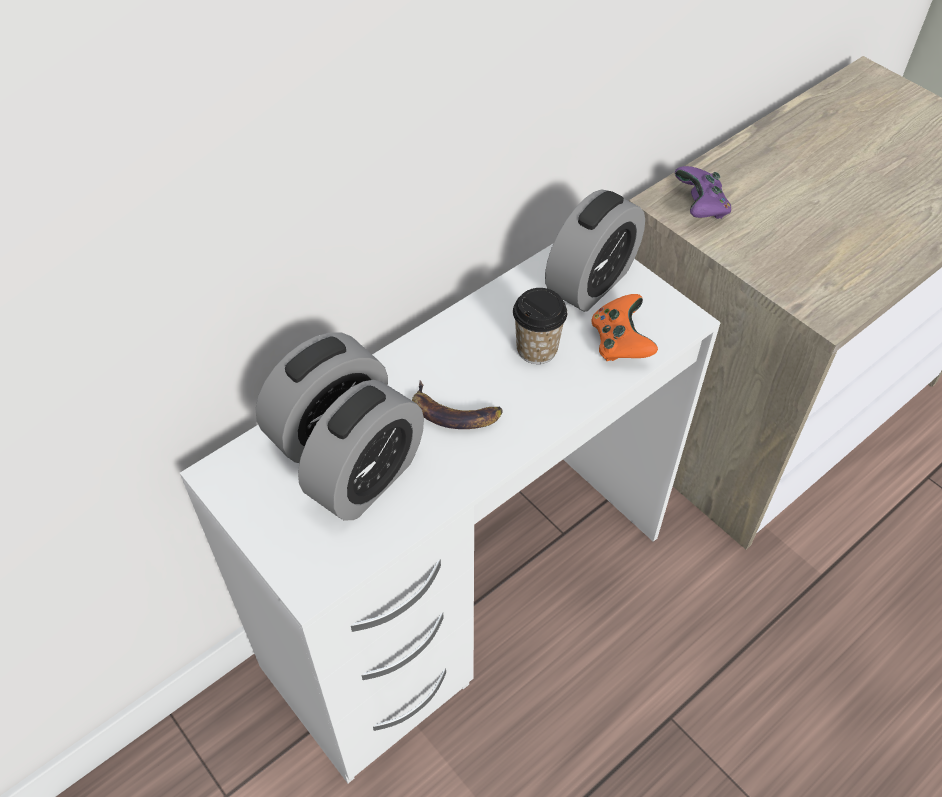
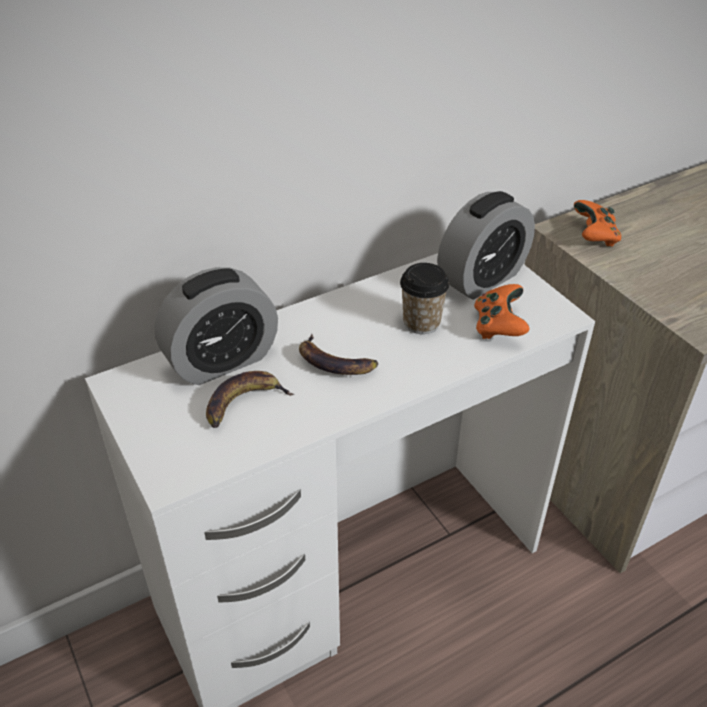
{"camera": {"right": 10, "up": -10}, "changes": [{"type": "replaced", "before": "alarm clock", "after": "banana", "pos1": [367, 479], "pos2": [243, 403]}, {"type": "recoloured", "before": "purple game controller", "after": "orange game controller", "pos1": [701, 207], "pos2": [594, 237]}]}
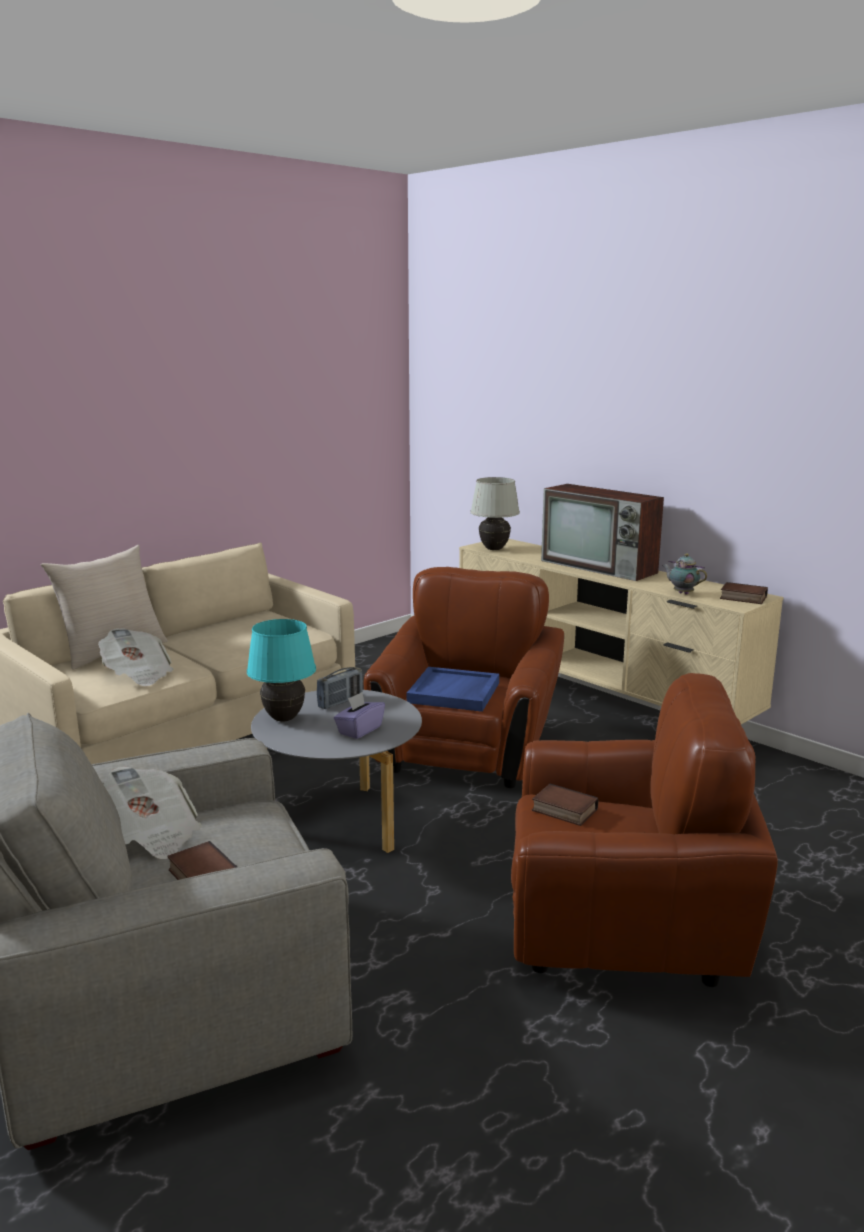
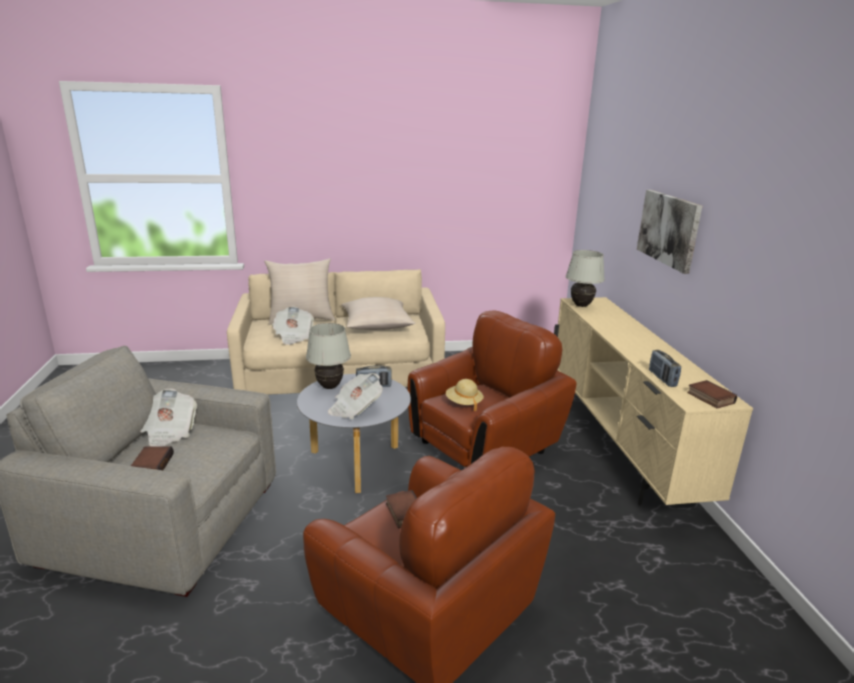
{"camera": {"right": 35, "up": 5}, "changes": [{"type": "removed", "before": "television", "pos1": [600, 567]}, {"type": "added", "after": "beige pillow", "pos2": [377, 325]}, {"type": "added", "after": "picture", "pos2": [669, 229]}, {"type": "replaced", "before": "purple tissue box", "after": "newspaper", "pos1": [359, 730], "pos2": [355, 409]}, {"type": "replaced", "before": "blue tray", "after": "beige hat", "pos1": [454, 693], "pos2": [464, 403]}, {"type": "replaced", "before": "teapot", "after": "radio", "pos1": [682, 593], "pos2": [662, 378]}, {"type": "recoloured", "before": "turquoise table lamp", "after": "white table lamp", "pos1": [284, 719], "pos2": [329, 387]}]}
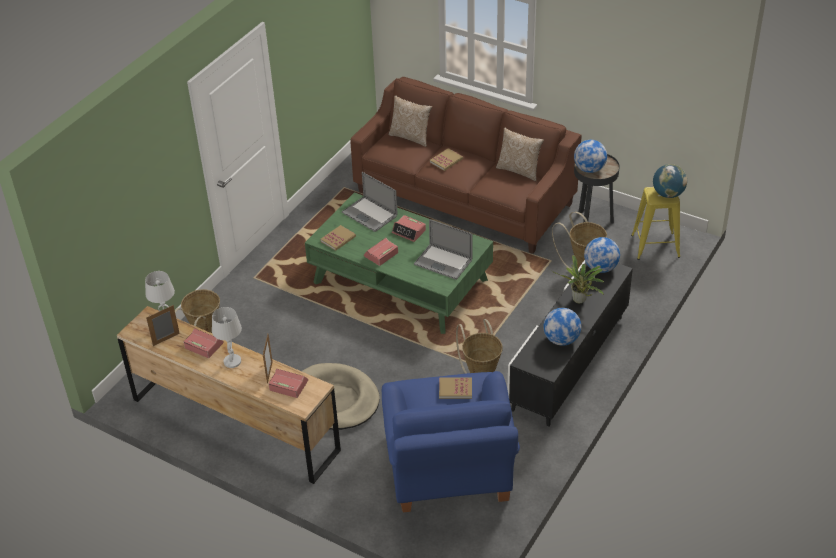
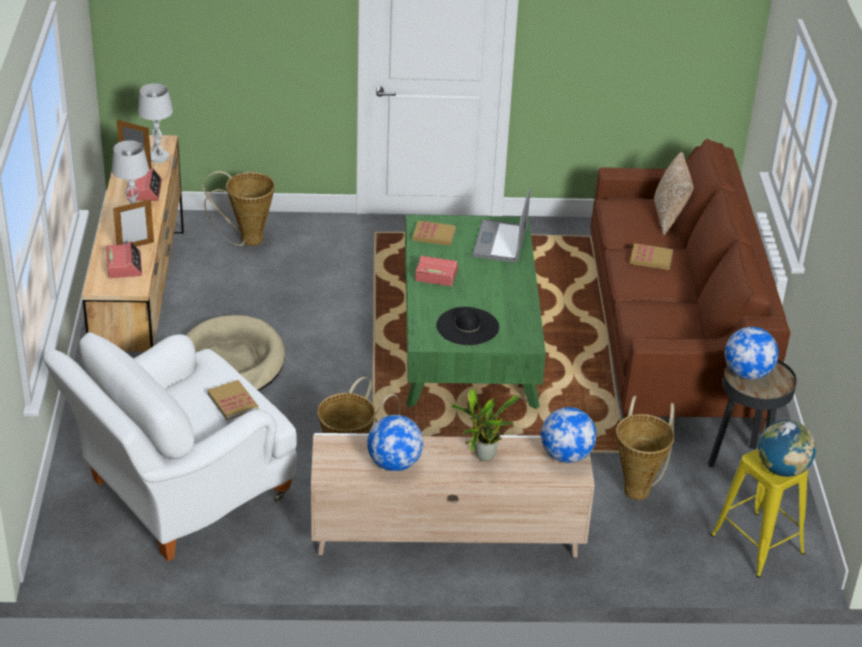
{"camera": {"right": 55, "up": -5}, "changes": [{"type": "removed", "before": "alarm clock", "pos1": [409, 232]}, {"type": "removed", "before": "pillow", "pos1": [519, 170]}, {"type": "replaced", "before": "laptop", "after": "black hat", "pos1": [443, 262], "pos2": [467, 326]}, {"type": "recoloured", "before": "blue armchair", "after": "white armchair", "pos1": [449, 473], "pos2": [179, 494]}, {"type": "recoloured", "before": "black tv stand", "after": "beige tv stand", "pos1": [568, 363], "pos2": [447, 534]}]}
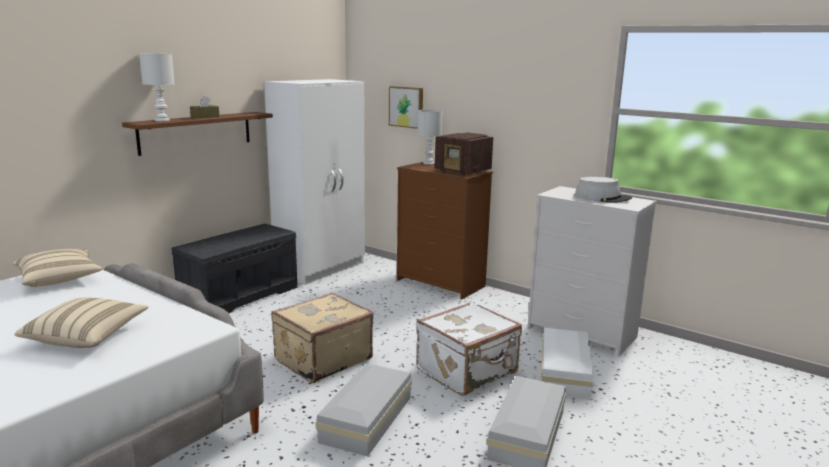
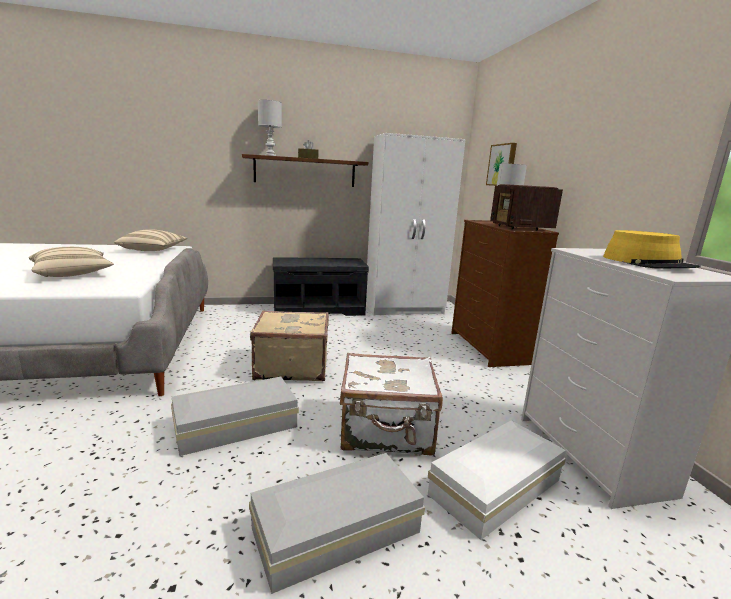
{"camera": {"right": 40, "up": 0}, "changes": [{"type": "recoloured", "before": "grey hat", "after": "yellow hat", "pos1": [602, 198], "pos2": [647, 263]}]}
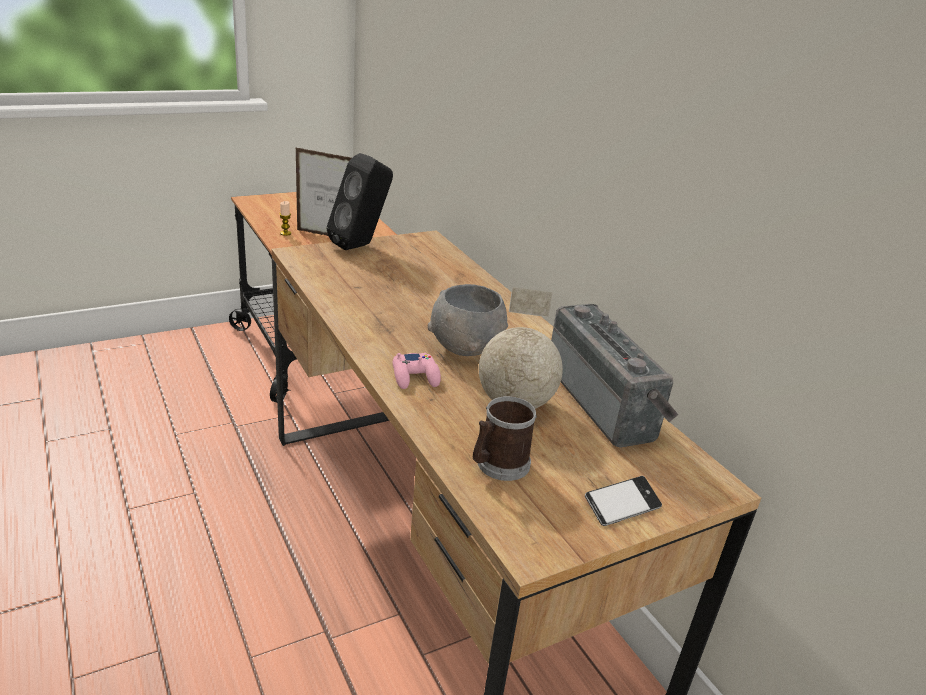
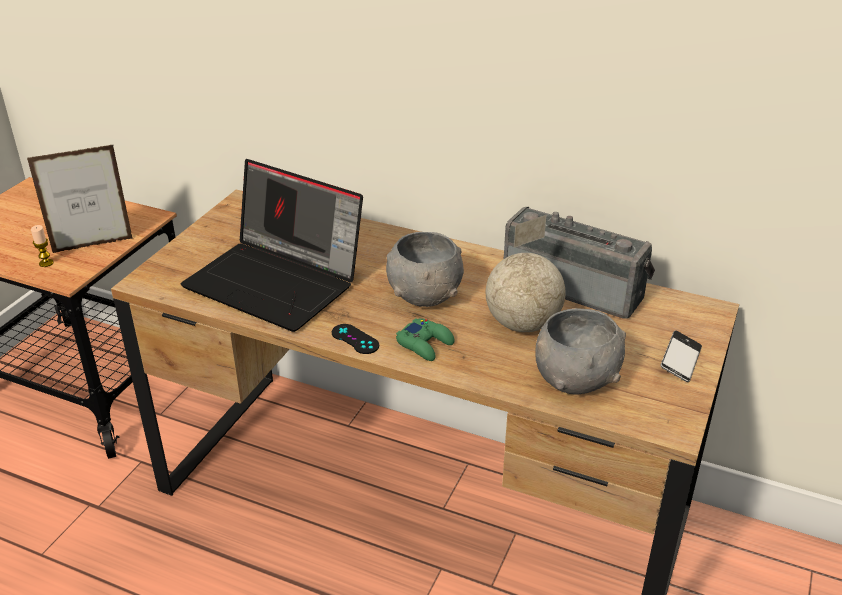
{"camera": {"right": -35, "up": 5}, "changes": [{"type": "removed", "before": "black speaker", "pos1": [361, 245]}, {"type": "added", "after": "laptop", "pos2": [277, 282]}, {"type": "added", "after": "black game controller", "pos2": [355, 339]}, {"type": "replaced", "before": "mug", "after": "grey bowl", "pos1": [498, 465], "pos2": [576, 380]}, {"type": "recoloured", "before": "pink game controller", "after": "green game controller", "pos1": [415, 376], "pos2": [425, 344]}]}
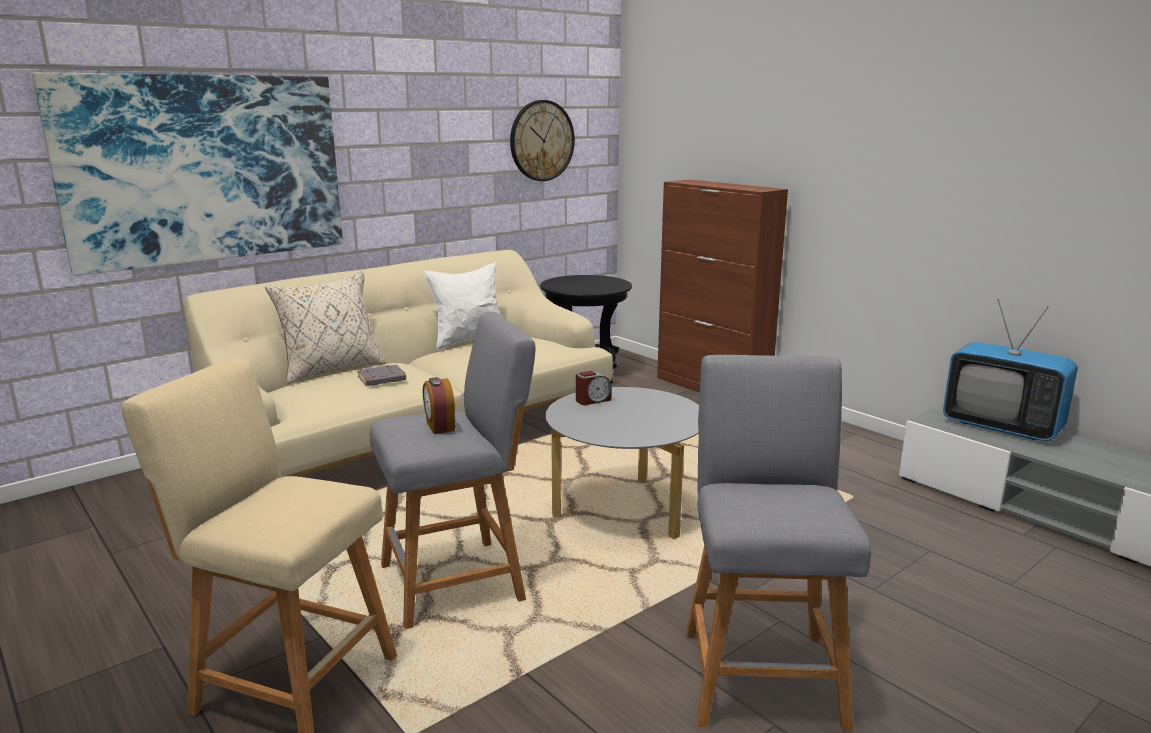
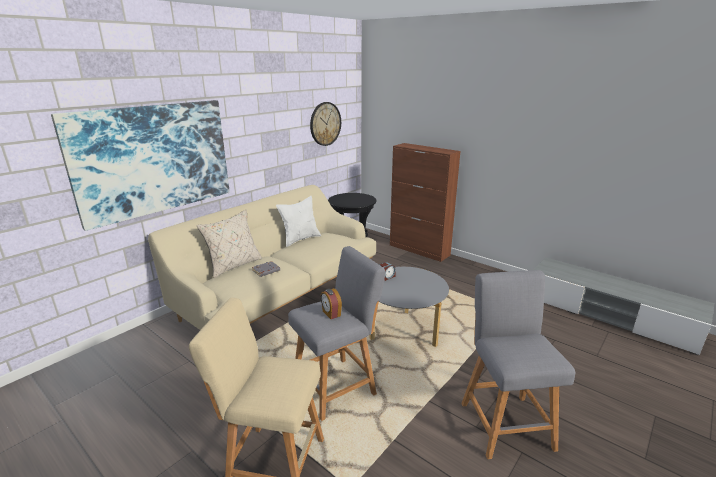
{"camera": {"right": -10, "up": 5}, "changes": [{"type": "removed", "before": "television", "pos1": [1002, 427]}]}
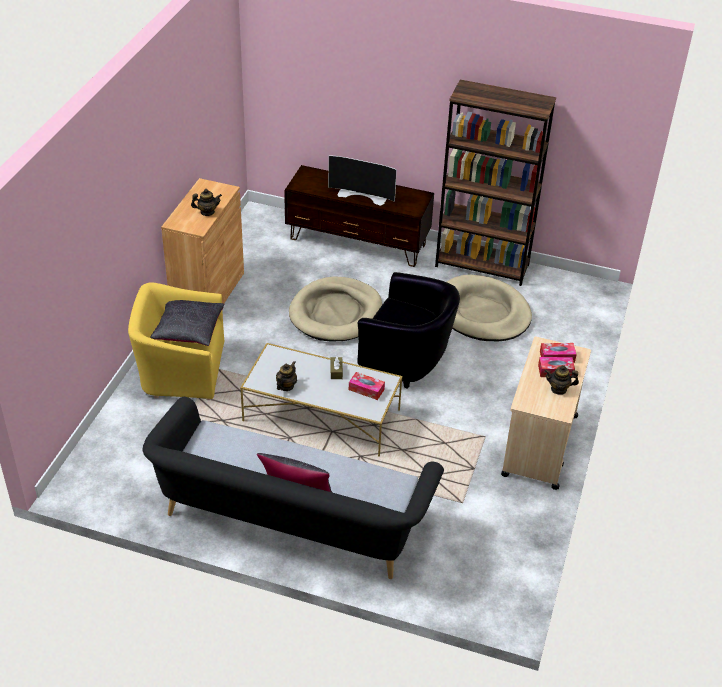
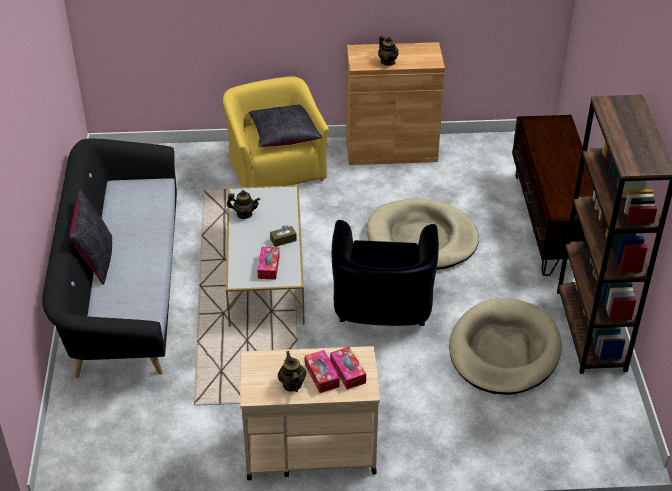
{"camera": {"right": 70, "up": 0}, "changes": [{"type": "removed", "before": "television", "pos1": [363, 195]}]}
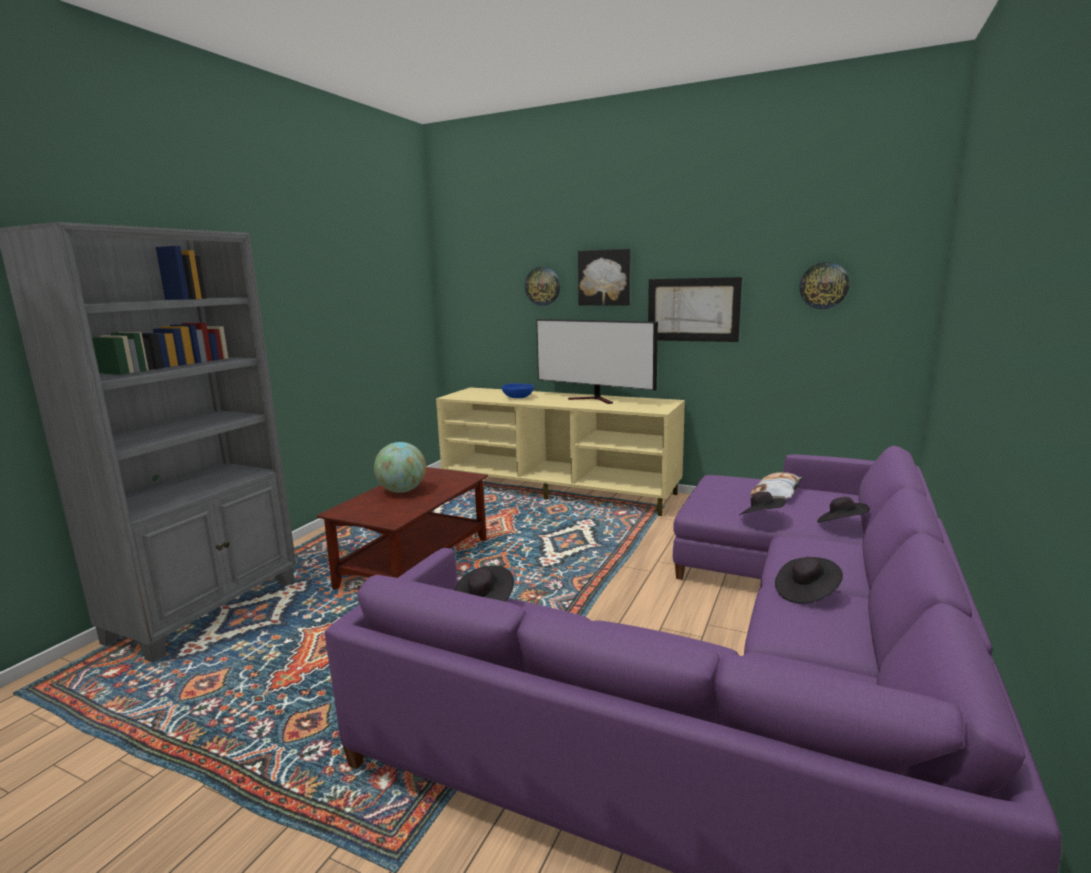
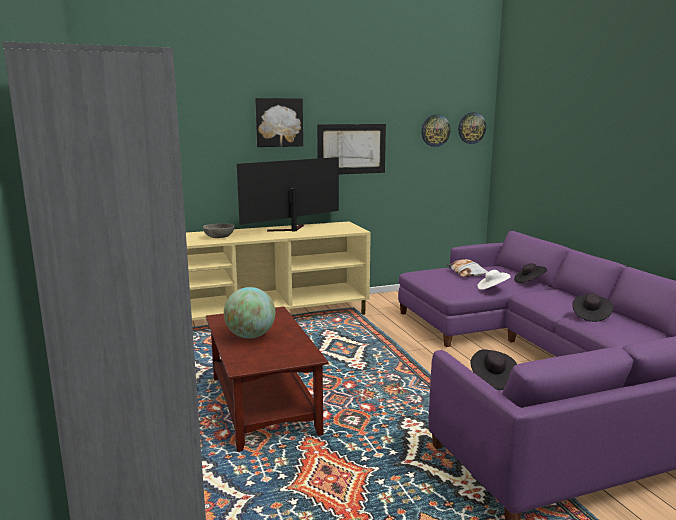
{"camera": {"right": -45, "up": 0}, "changes": [{"type": "moved", "before": "wall clock", "pos1": [542, 286], "pos2": [471, 128]}, {"type": "recoloured", "before": "blue bowl", "after": "grey bowl", "pos1": [518, 398], "pos2": [219, 237]}, {"type": "recoloured", "before": "black hat", "after": "white hat", "pos1": [761, 518], "pos2": [492, 288]}, {"type": "turned", "before": "television", "pos1": [595, 400], "pos2": [289, 230], "turn": 150}]}
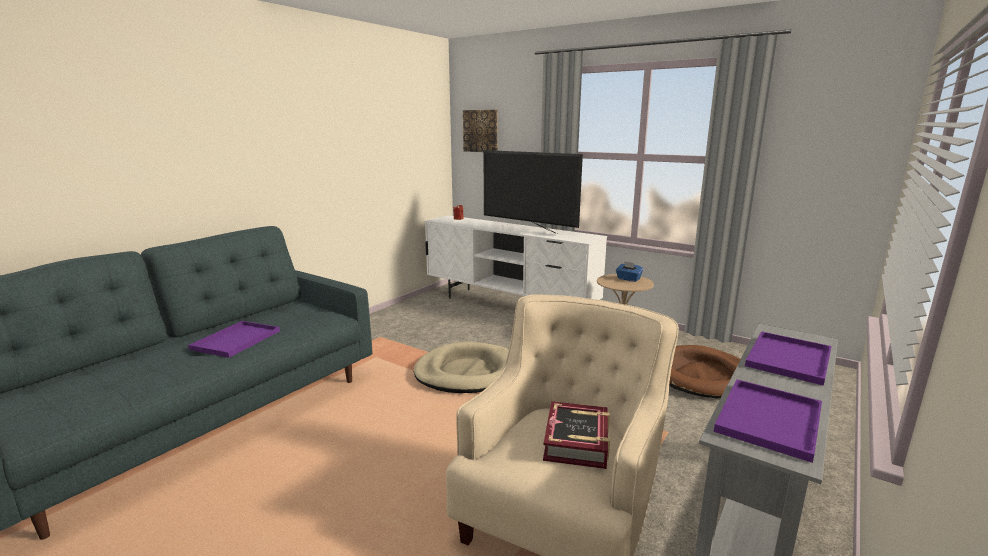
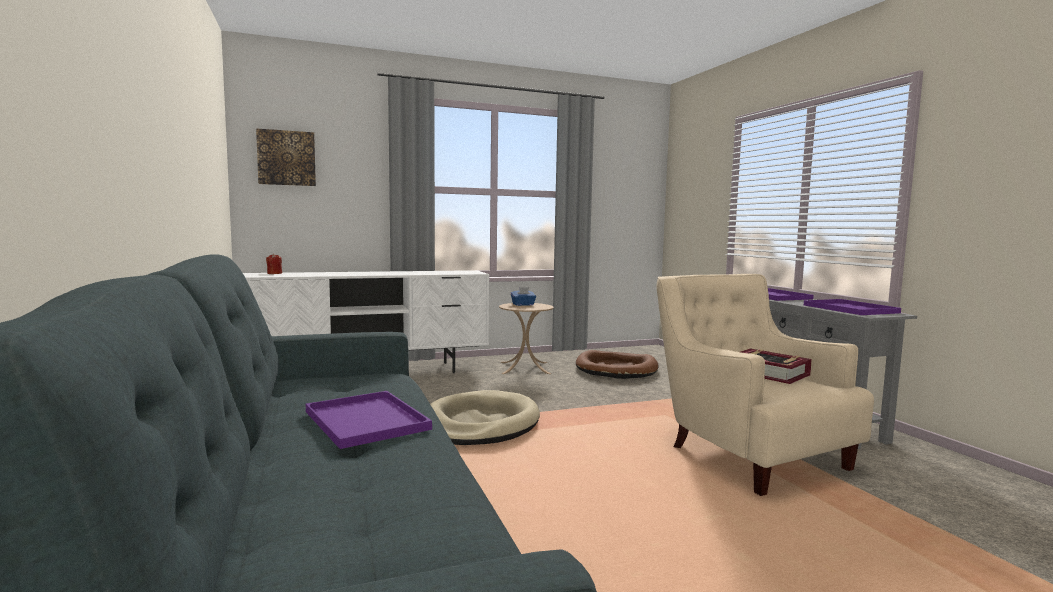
{"camera": {"right": -55, "up": -10}, "changes": [{"type": "removed", "before": "television", "pos1": [528, 229]}]}
